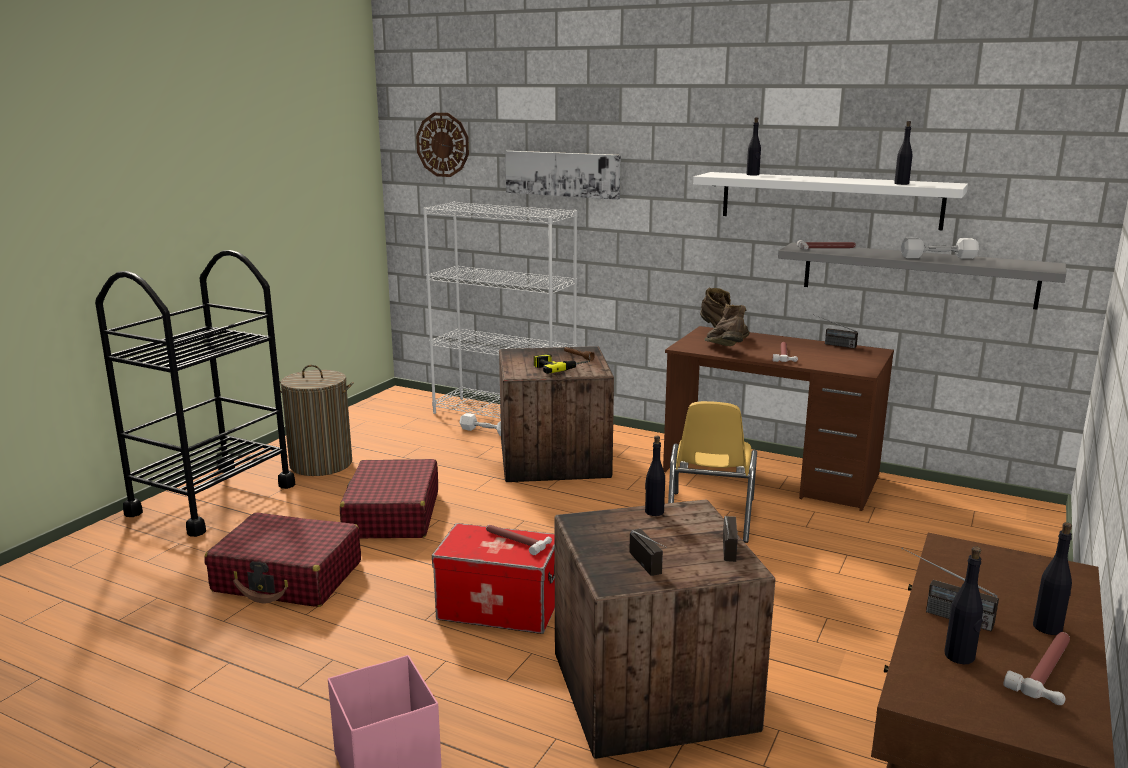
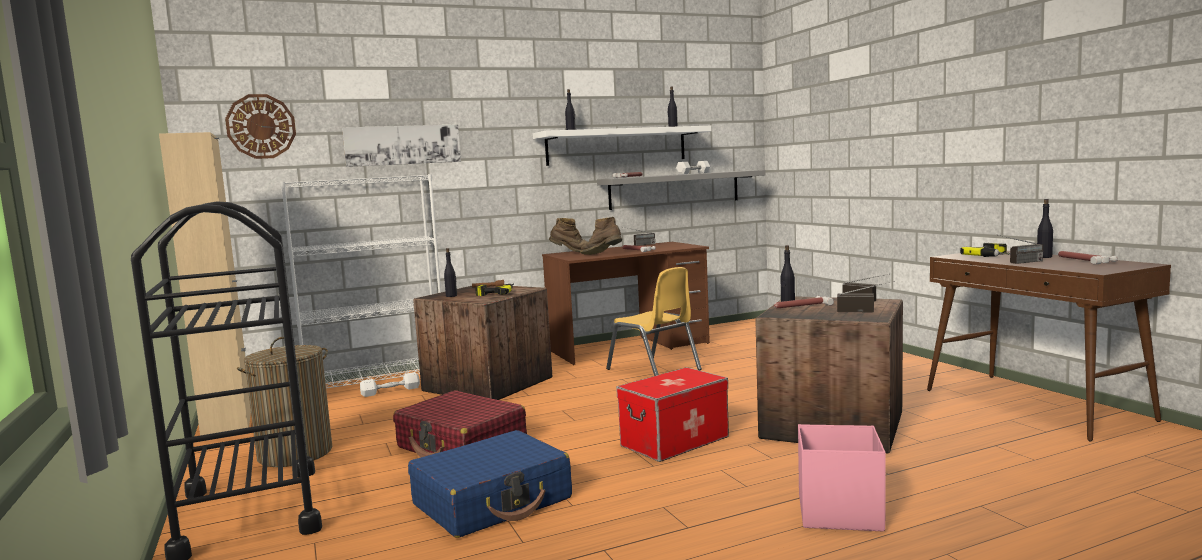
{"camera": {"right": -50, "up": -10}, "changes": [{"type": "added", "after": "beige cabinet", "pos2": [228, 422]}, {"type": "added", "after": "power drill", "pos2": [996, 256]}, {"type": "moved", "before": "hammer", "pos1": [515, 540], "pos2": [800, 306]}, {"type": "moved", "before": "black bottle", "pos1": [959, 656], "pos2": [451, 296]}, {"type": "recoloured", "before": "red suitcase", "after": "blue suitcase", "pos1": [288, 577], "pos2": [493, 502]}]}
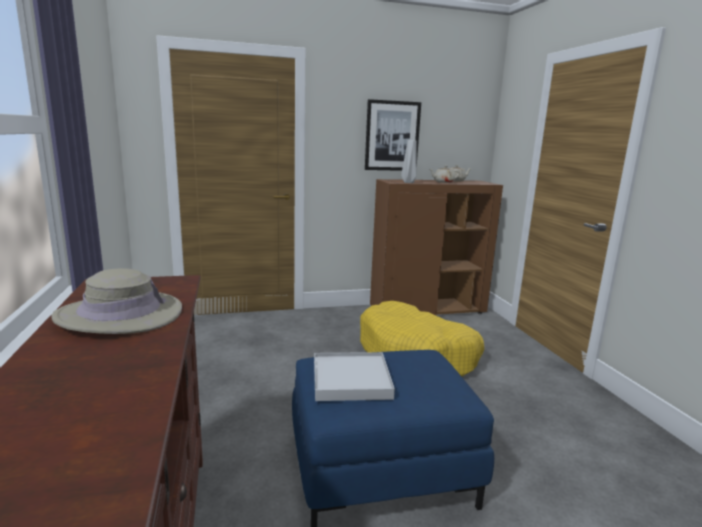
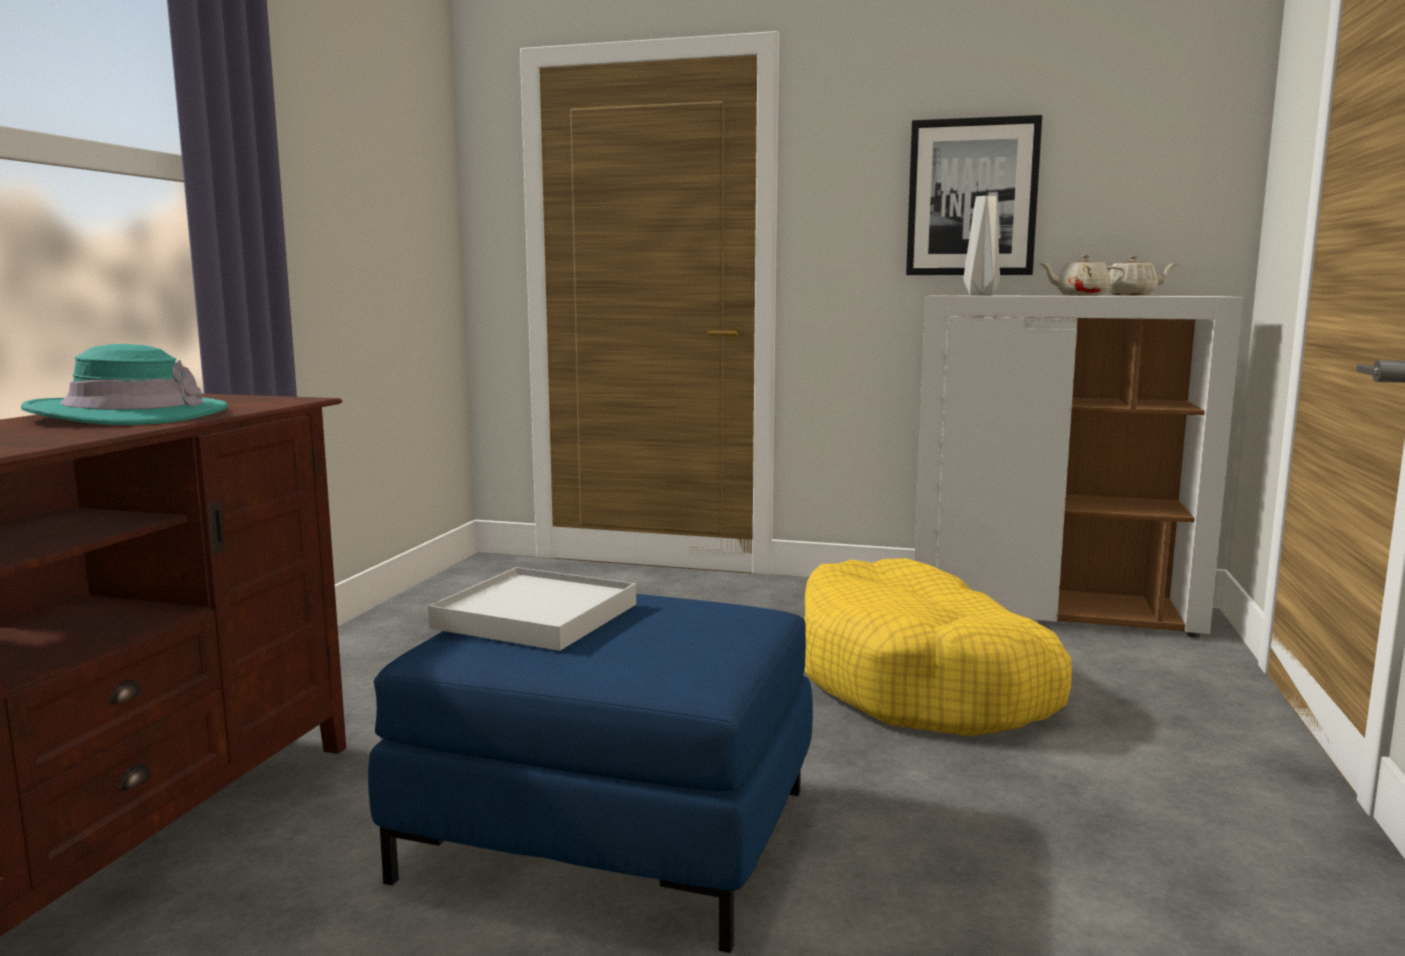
{"camera": {"right": 30, "up": -5}, "changes": [{"type": "recoloured", "before": "beige hat", "after": "turquoise hat", "pos1": [120, 315], "pos2": [129, 415]}, {"type": "recoloured", "before": "brown cabinet", "after": "white cabinet", "pos1": [427, 310], "pos2": [1053, 612]}]}
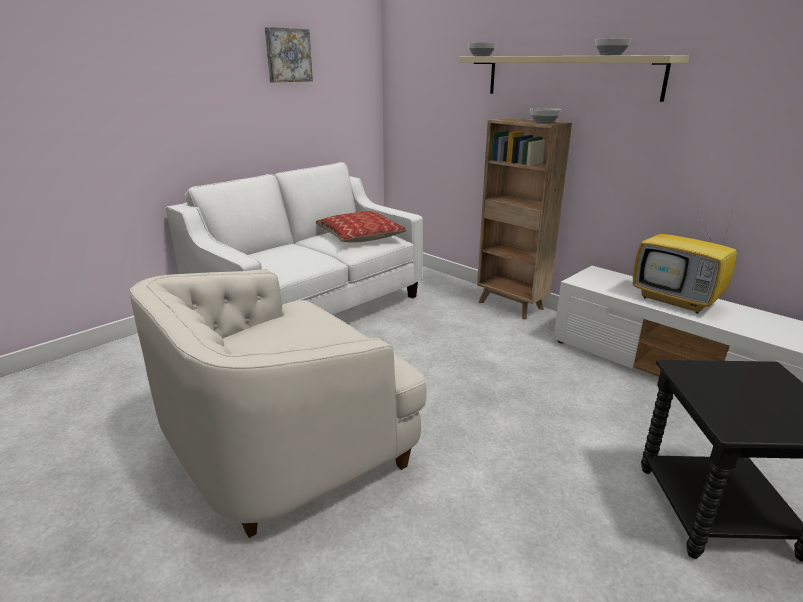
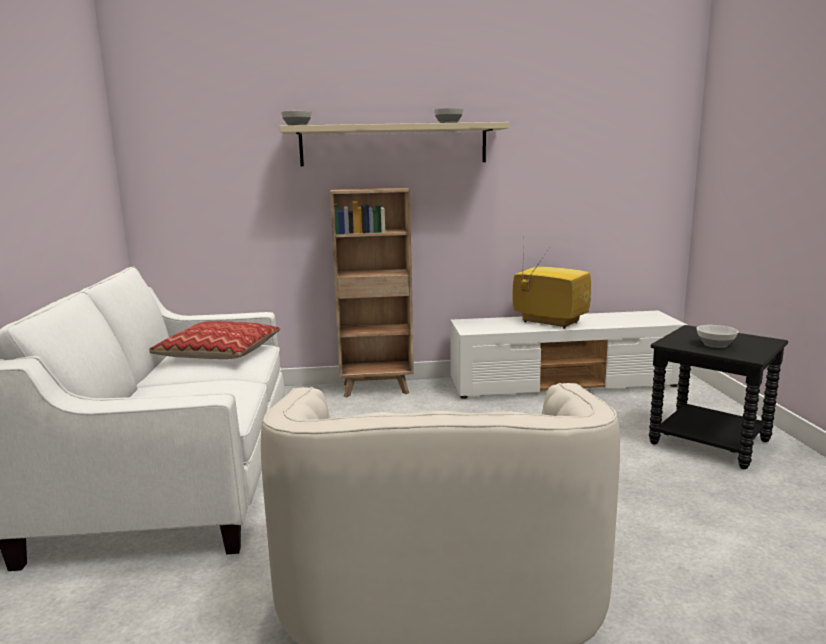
{"camera": {"right": -50, "up": -10}, "changes": [{"type": "removed", "before": "picture", "pos1": [288, 55]}, {"type": "moved", "before": "bowl", "pos1": [543, 122], "pos2": [715, 345]}, {"type": "turned", "before": "television", "pos1": [677, 301], "pos2": [548, 322], "turn": -135}]}
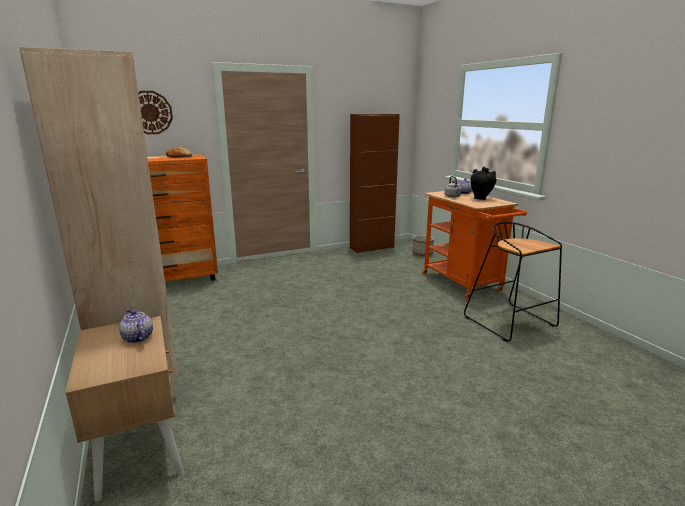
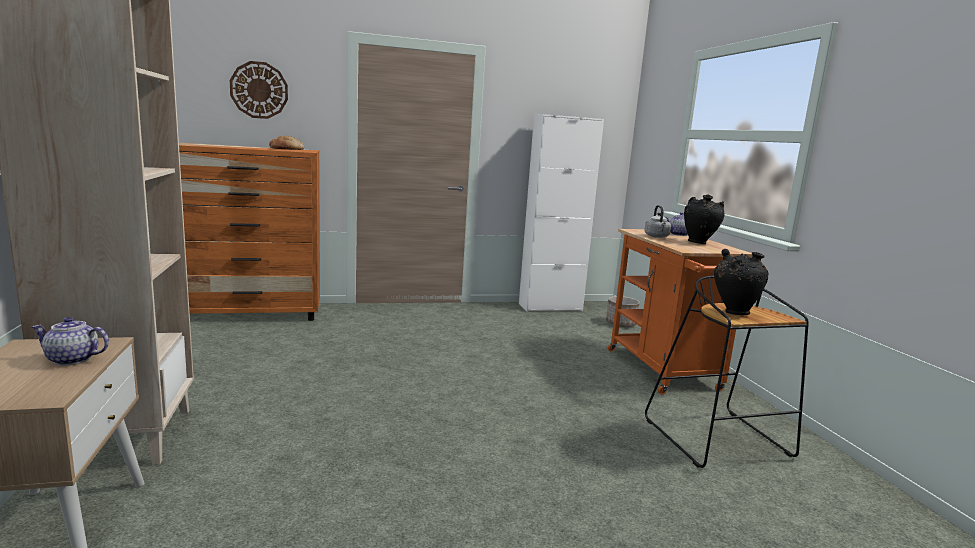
{"camera": {"right": 10, "up": -5}, "changes": [{"type": "added", "after": "black vase", "pos2": [734, 312]}, {"type": "recoloured", "before": "brown cabinet", "after": "white cabinet", "pos1": [371, 247], "pos2": [550, 307]}, {"type": "turned", "before": "teapot", "pos1": [137, 338], "pos2": [71, 359], "turn": -60}]}
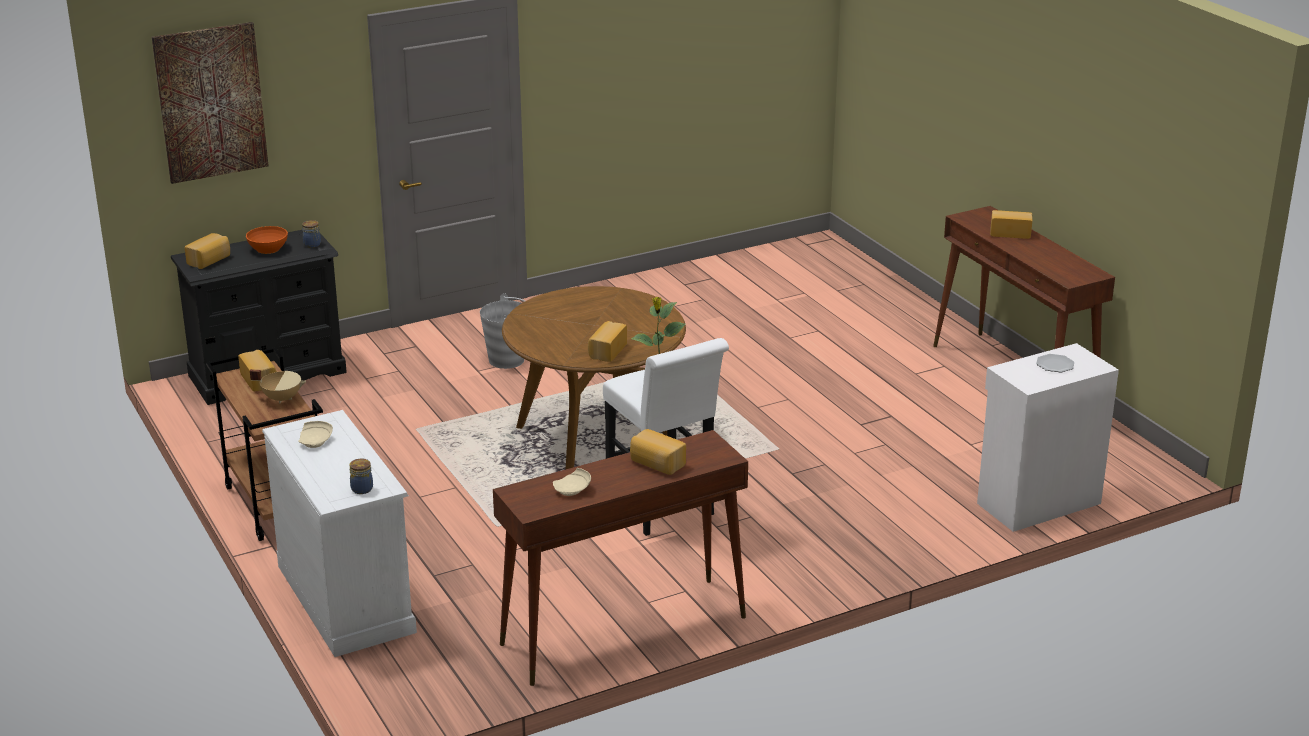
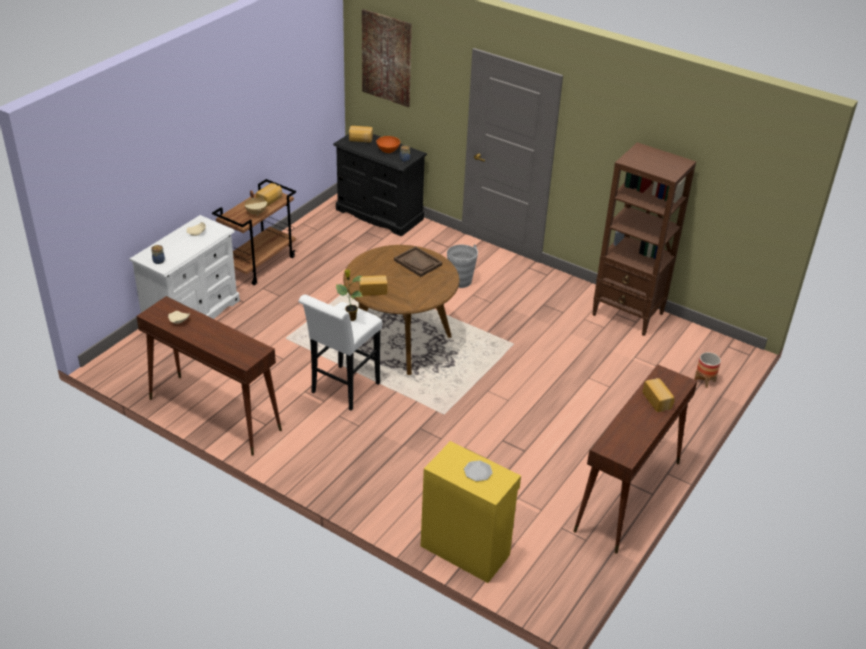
{"camera": {"right": 60, "up": 10}, "changes": [{"type": "removed", "before": "bread", "pos1": [656, 464]}, {"type": "added", "after": "brown tray", "pos2": [418, 263]}, {"type": "added", "after": "brown bookcase", "pos2": [628, 314]}, {"type": "added", "after": "planter", "pos2": [704, 380]}, {"type": "recoloured", "before": "white cabinet", "after": "yellow cabinet", "pos1": [1037, 502], "pos2": [465, 549]}]}
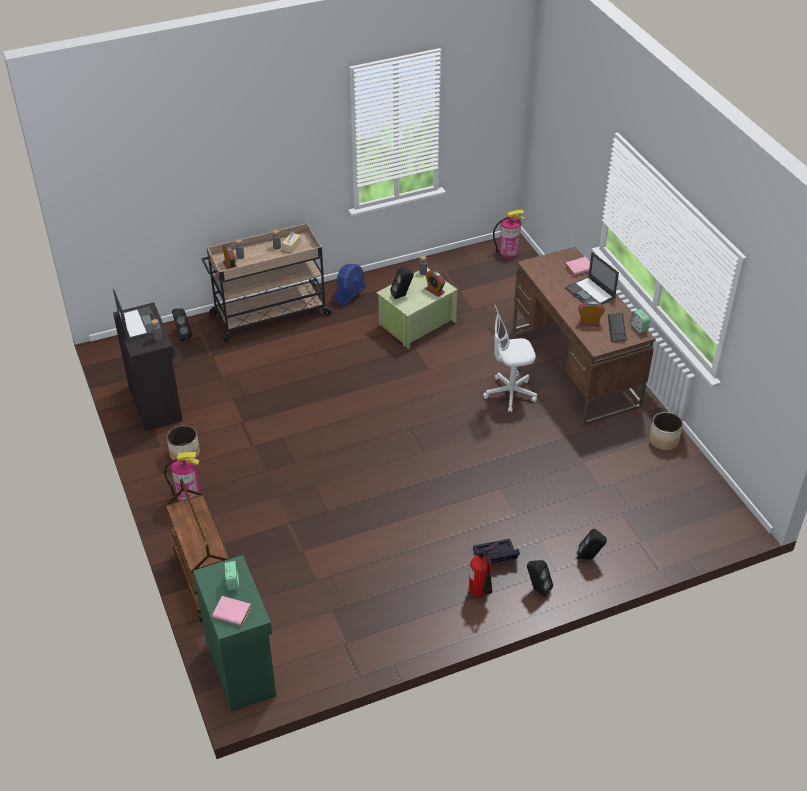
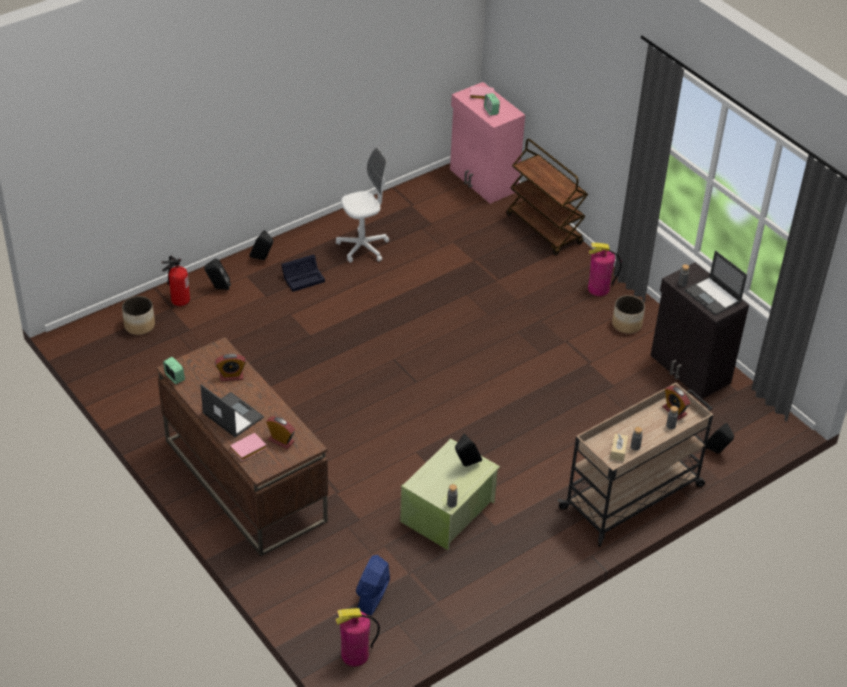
{"camera": {"right": 165, "up": 0}, "changes": [{"type": "removed", "before": "keyboard", "pos1": [616, 328]}, {"type": "moved", "before": "blue fan", "pos1": [350, 294], "pos2": [373, 595]}, {"type": "moved", "before": "alarm clock", "pos1": [434, 291], "pos2": [281, 441]}, {"type": "moved", "before": "fire extinguisher", "pos1": [481, 592], "pos2": [178, 301]}, {"type": "moved", "before": "white office chair", "pos1": [510, 394], "pos2": [363, 247]}, {"type": "moved", "before": "planter", "pos1": [664, 440], "pos2": [139, 325]}, {"type": "recoloured", "before": "green cabinet", "after": "pink cabinet", "pos1": [242, 668], "pos2": [483, 181]}]}
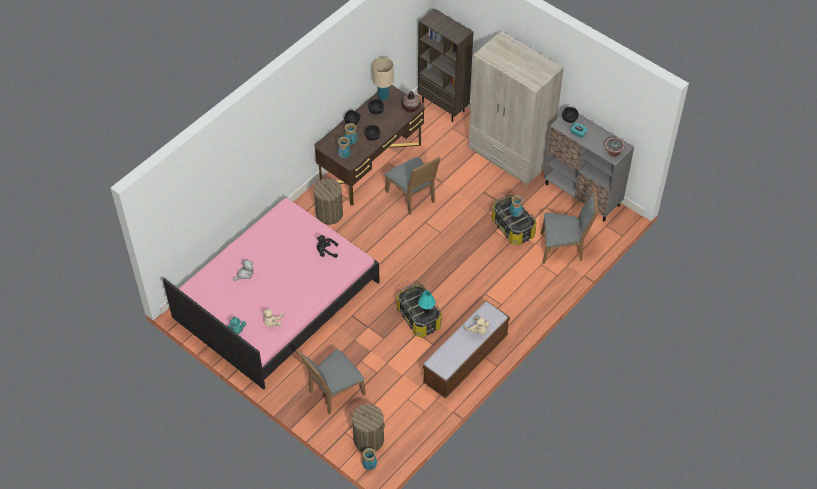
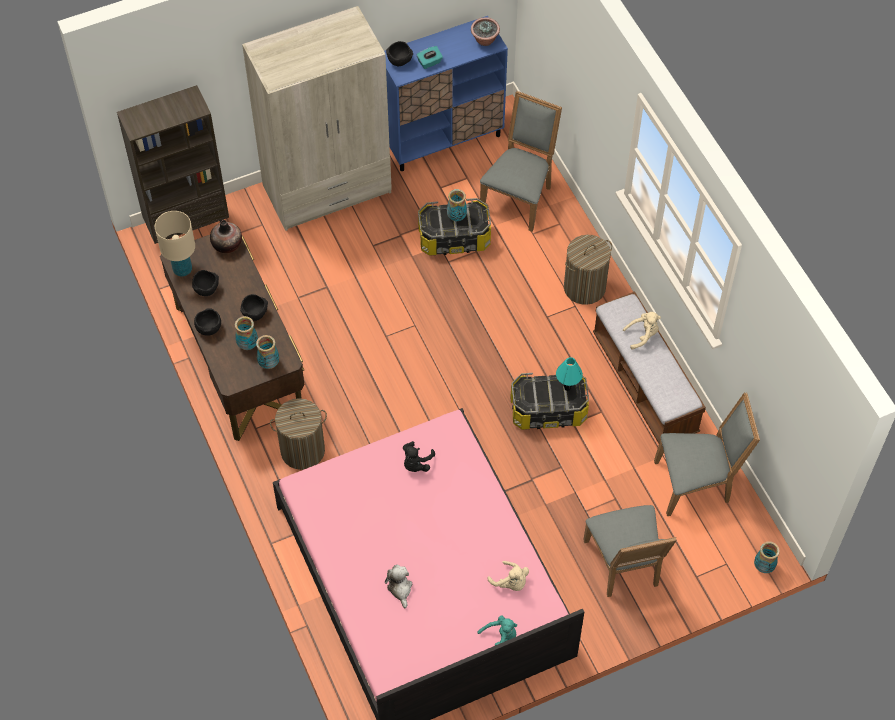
{"camera": {"right": -65, "up": 5}, "changes": [{"type": "moved", "before": "laundry basket", "pos1": [368, 439], "pos2": [584, 287]}, {"type": "moved", "before": "grey chair", "pos1": [413, 197], "pos2": [696, 483]}, {"type": "recoloured", "before": "grey cabinet", "after": "blue cabinet", "pos1": [582, 195], "pos2": [443, 139]}]}
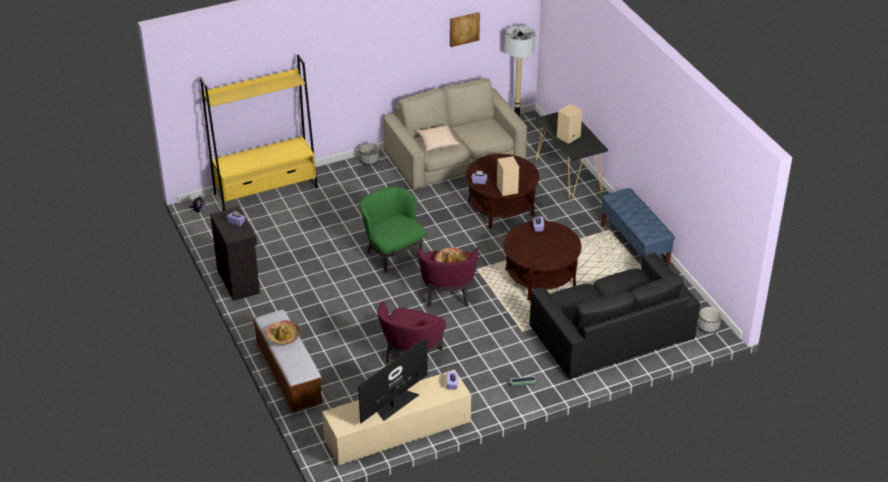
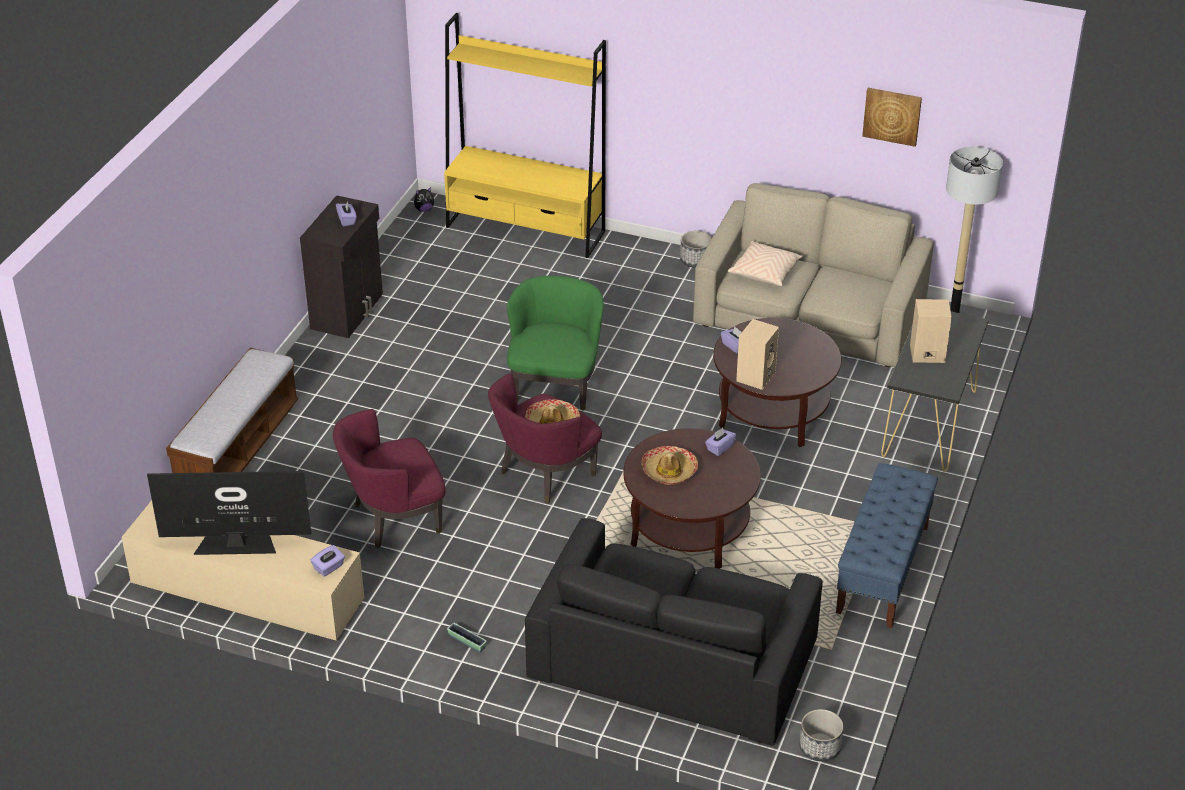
{"camera": {"right": 45, "up": 0}, "changes": [{"type": "moved", "before": "hat", "pos1": [283, 336], "pos2": [669, 471]}]}
